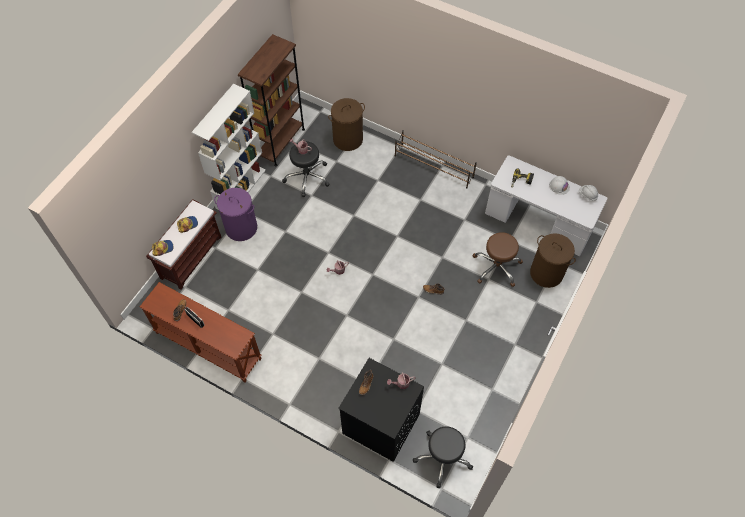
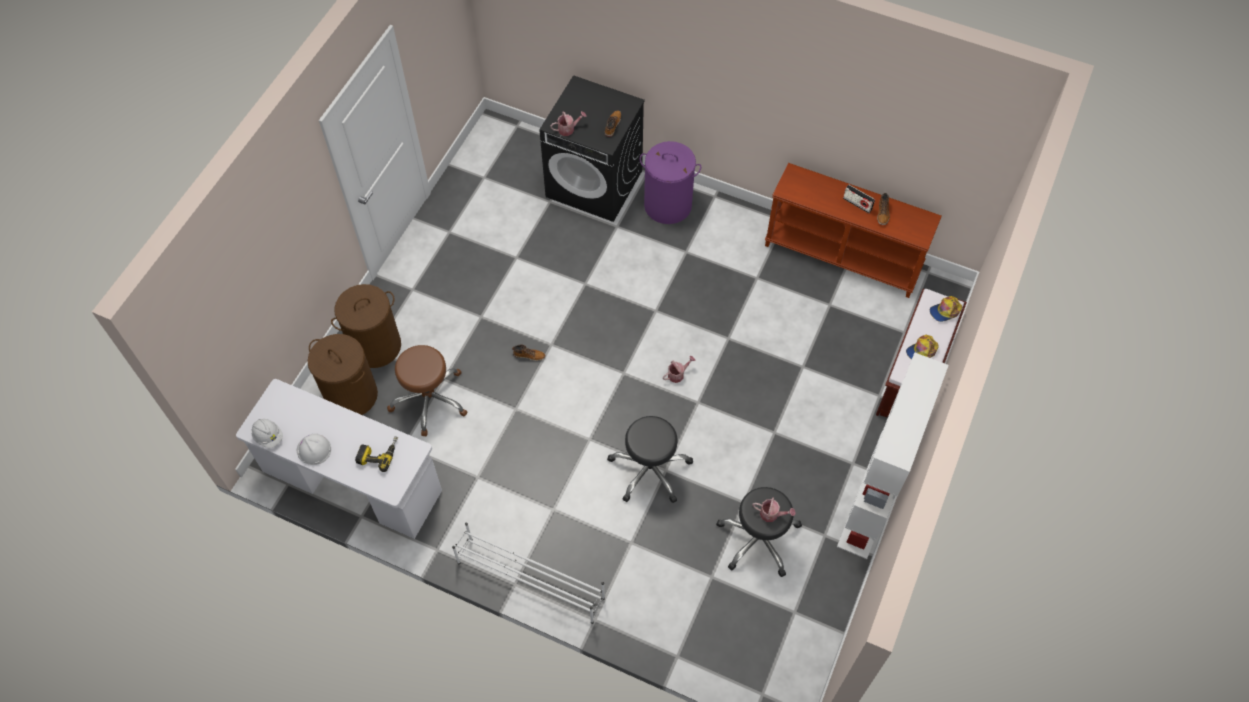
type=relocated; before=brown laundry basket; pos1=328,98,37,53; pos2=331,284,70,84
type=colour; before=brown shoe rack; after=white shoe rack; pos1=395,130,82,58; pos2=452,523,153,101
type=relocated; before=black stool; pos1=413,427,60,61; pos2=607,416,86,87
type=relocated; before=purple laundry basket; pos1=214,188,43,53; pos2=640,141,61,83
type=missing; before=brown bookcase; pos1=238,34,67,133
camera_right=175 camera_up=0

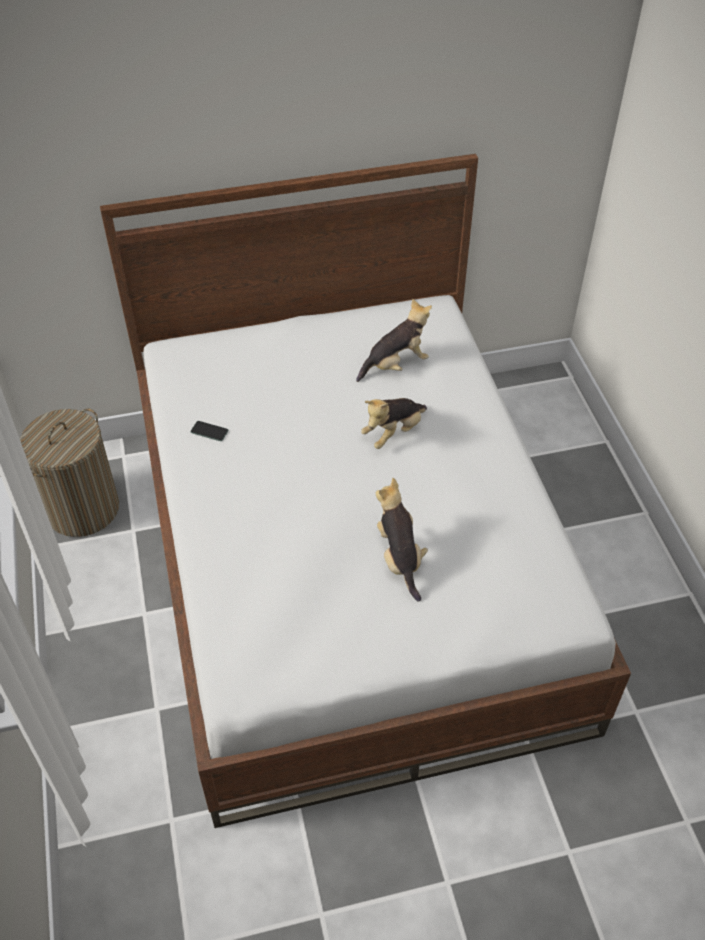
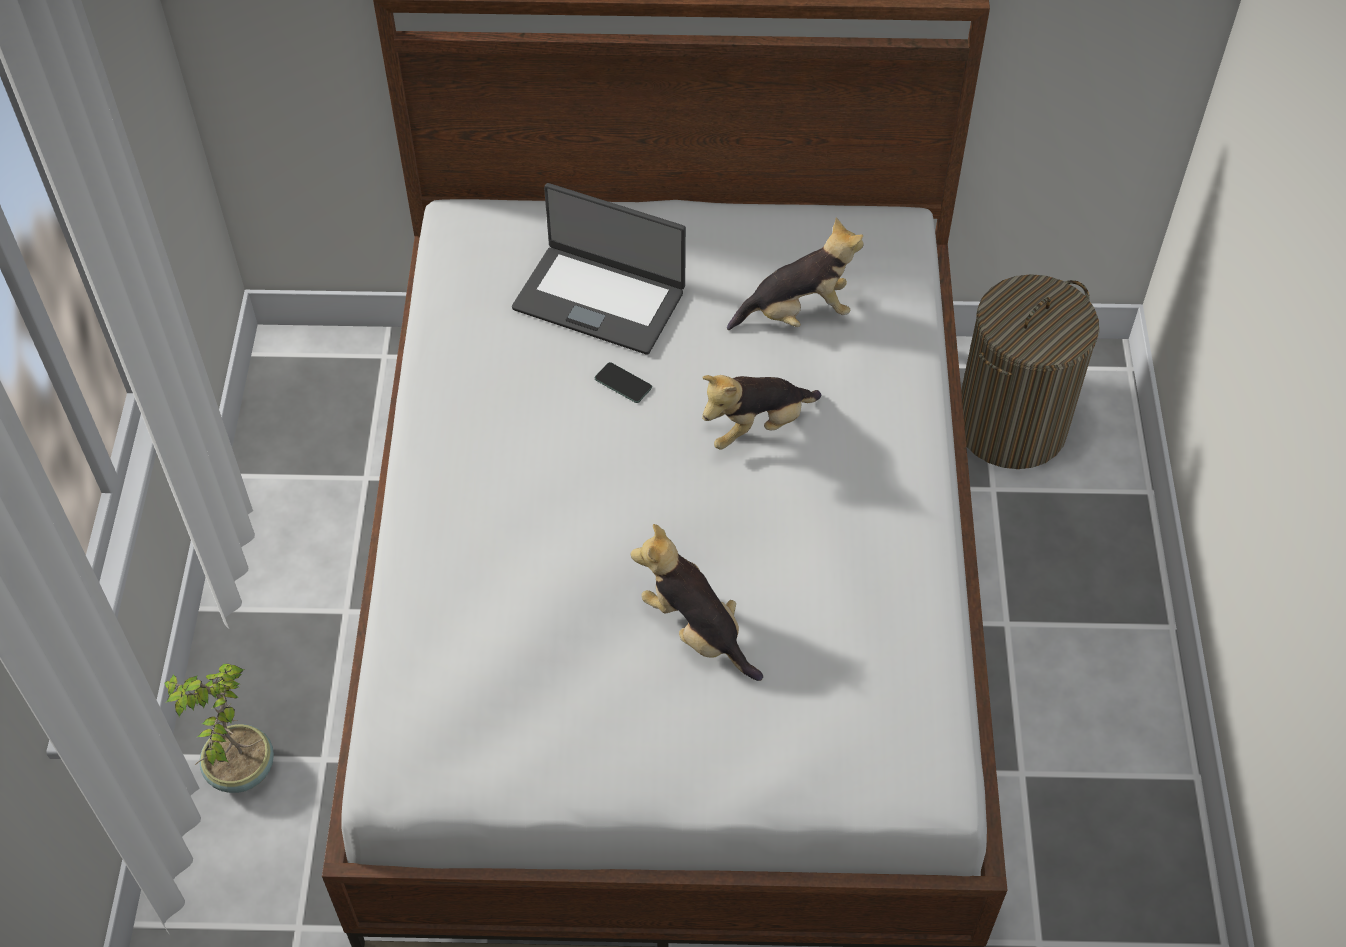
type=appeared; after=potted plant; pos2=165,664,109,129
type=appeared; after=laptop; pos2=512,183,174,172
type=relocated; before=phone; pos1=191,421,37,20; pos2=595,362,57,41
type=spun; before=plush toy; pos1=375,478,53,124; pos2=630,524,133,157; turn=-45
type=relocated; before=laundry basket; pos1=20,409,99,128; pos2=961,274,138,195
camera_right=15 camera_up=5

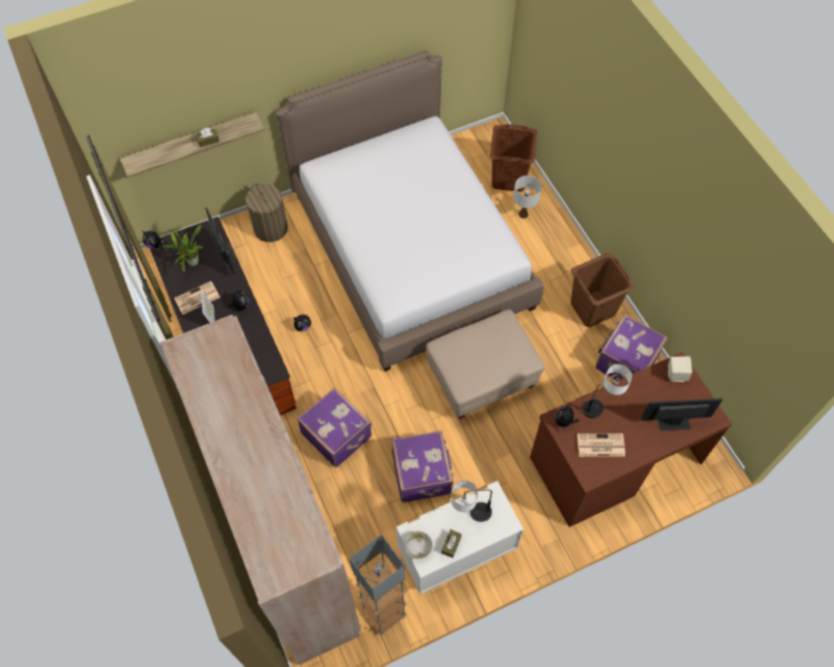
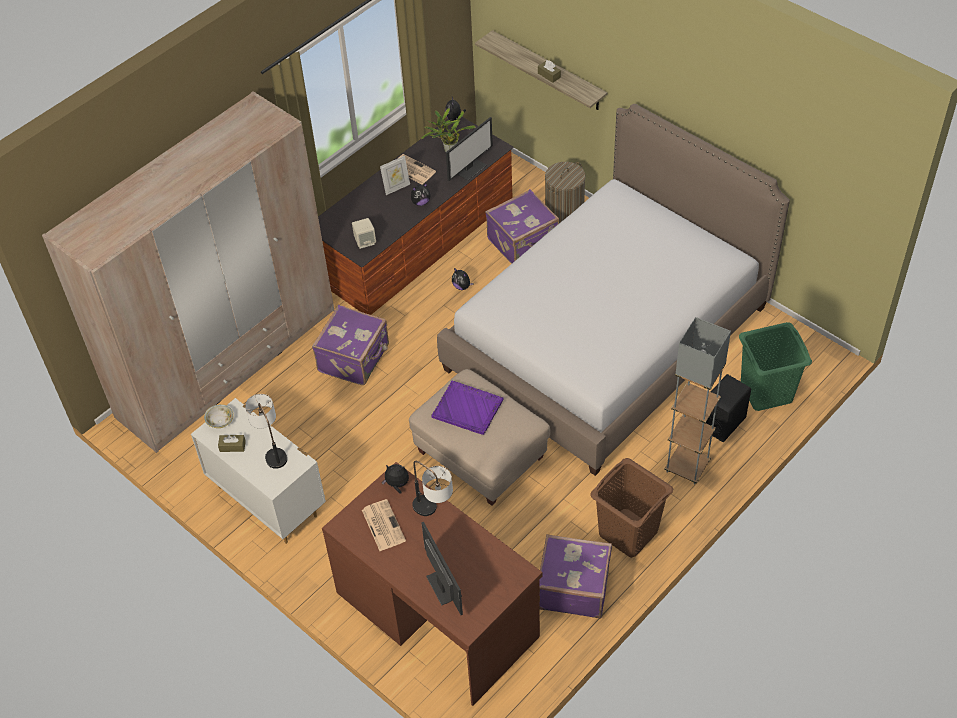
type=relocated; before=beige speaker; pos1=668,356,24,26; pos2=352,218,24,31
type=appeared; after=purple tray; pos2=431,381,72,54
type=relocated; before=purple suitcase; pos1=392,430,62,73; pos2=485,189,74,75
type=relocated; before=grey floor lamp; pos1=349,535,58,101; pos2=664,317,67,168
type=exchanged; before=white table lamp; after=black speaker; pos1=513,176,29,42; pos2=706,374,45,68
type=colour; before=brown laundry basket; after=green laundry basket; pos1=490,124,47,68; pos2=739,322,73,89
camera_right=70 camera_up=-10

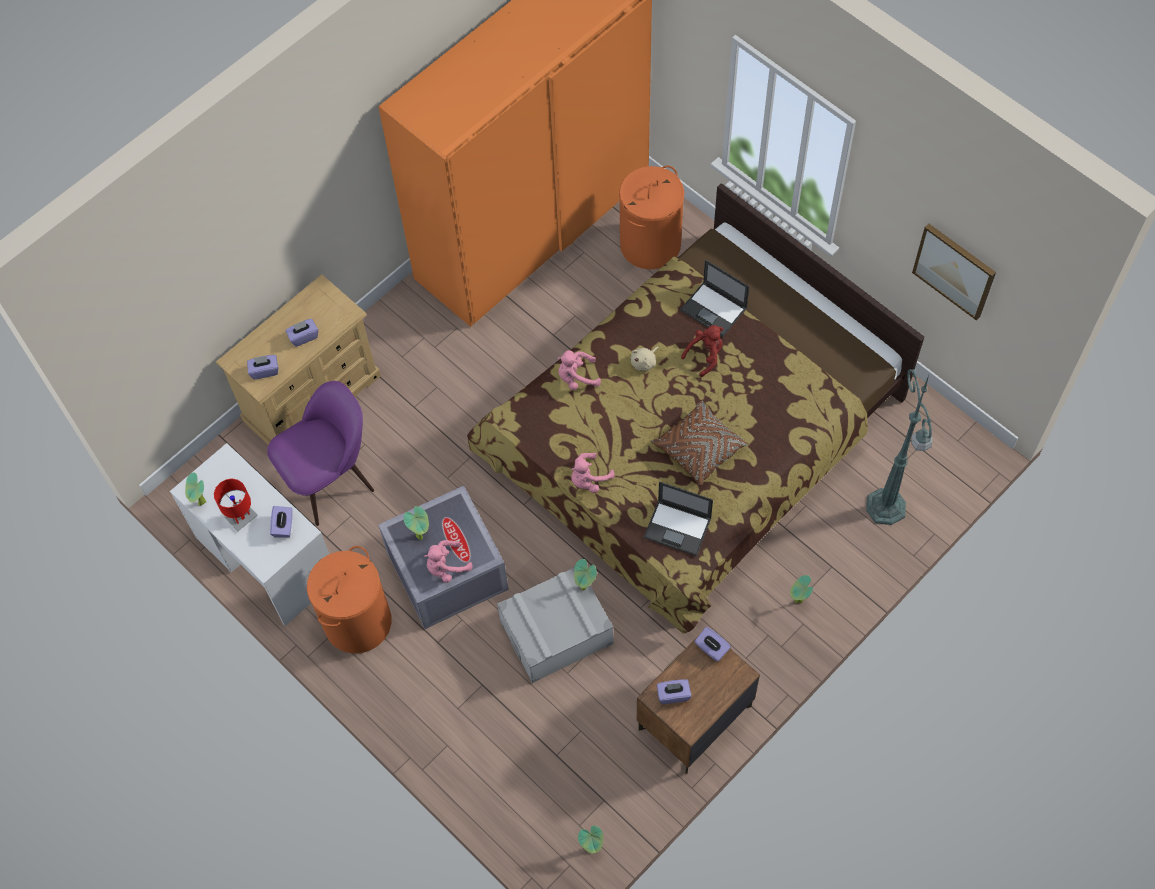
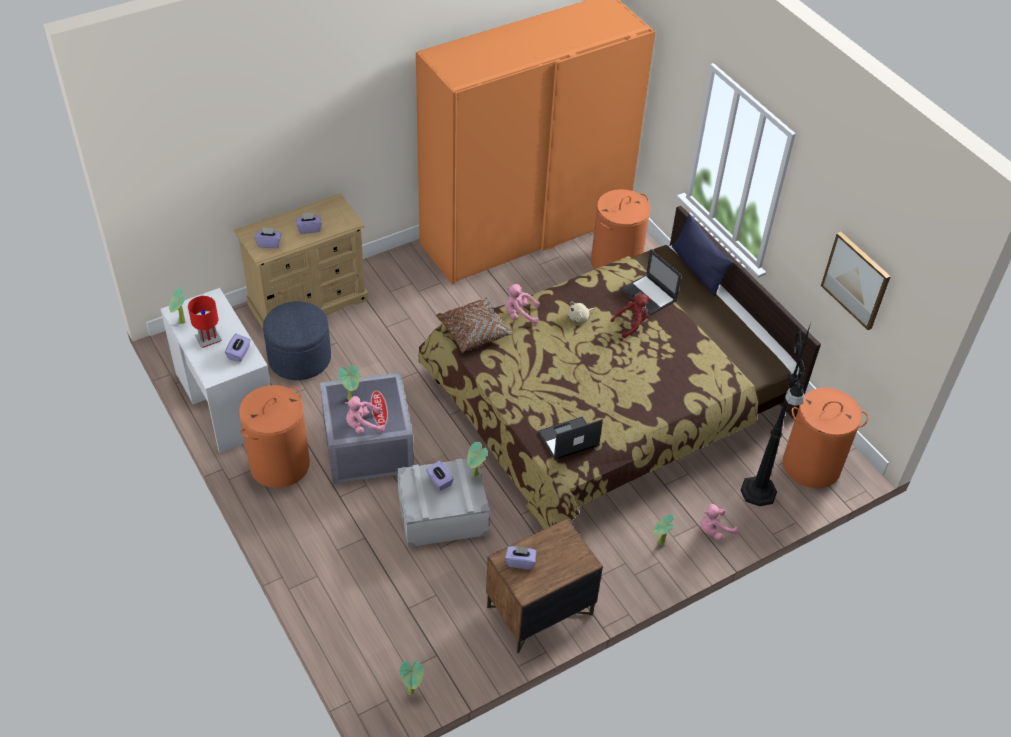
type=exchanged; before=purple chair; after=blue ottoman; pos1=267,381,107,145; pos2=263,301,68,79
type=relocated; before=purple tissue box; pos1=695,627,36,34; pos2=426,461,27,30
type=relocated; before=brown pillow; pos1=651,400,98,86; pos2=436,297,77,56
type=spun; before=laptop; pos1=644,482,69,74; pos2=538,416,65,44; turn=120
type=appeared; after=blue pillow; pos2=672,214,61,82
type=relocated; before=pink plush toy; pos1=571,453,44,40; pos2=700,504,38,37
type=colour; before=green floor lamp; after=black floor lamp; pos1=866,369,66,156; pos2=741,323,70,183
type=appeared; after=orange laundry basket; pos2=783,388,85,100
camera_right=10 camera_up=-15

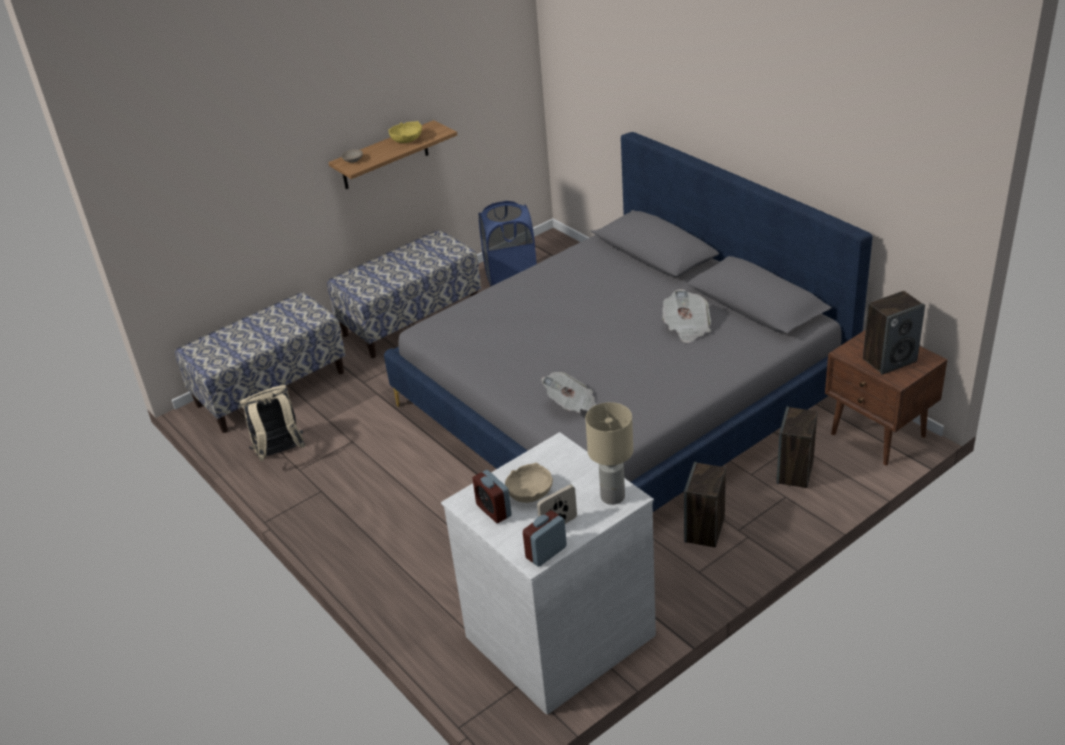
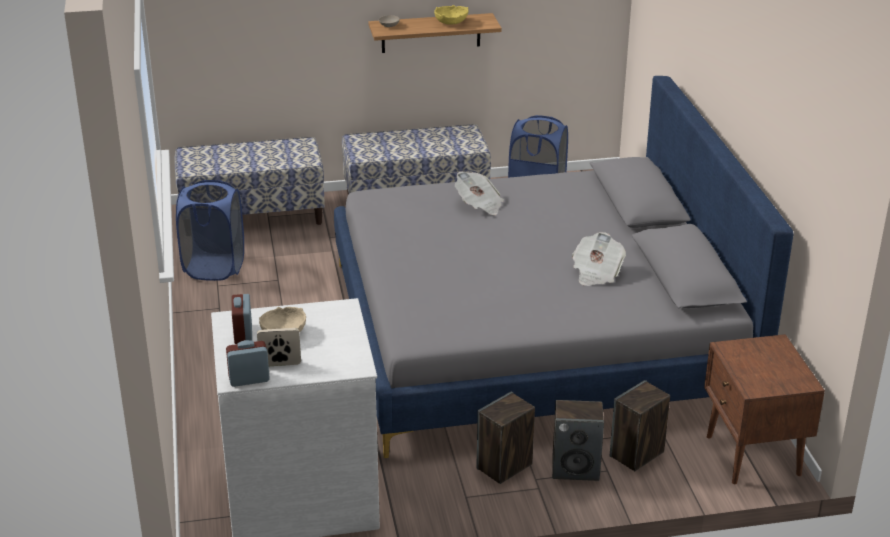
type=exchanged; before=beige backpack; after=blue laundry basket; pos1=240,385,66,76; pos2=176,180,68,101
type=relocated; before=newspaper; pos1=541,372,55,41; pos2=454,171,50,44
type=relocated; before=speaker; pos1=863,291,62,84; pos2=552,400,52,81
type=missing; before=beige table lamp; pos1=585,402,48,103
camera_right=25 camera_up=-5

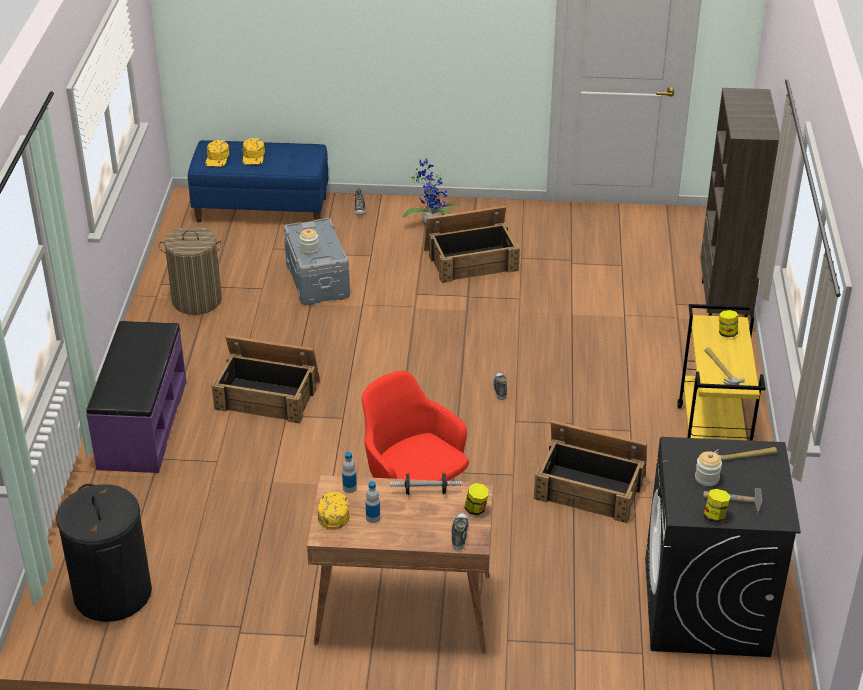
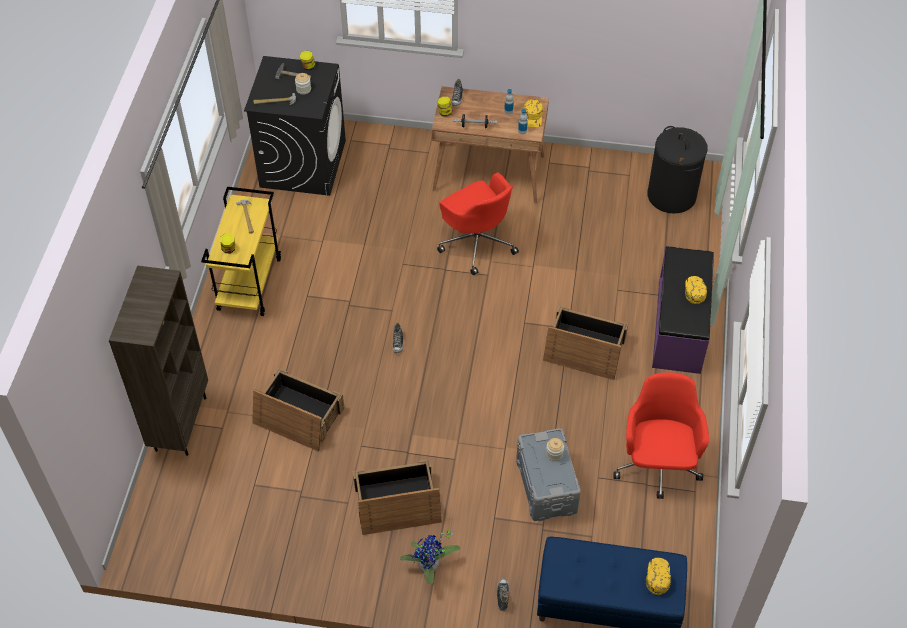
type=relocated; before=crate; pos1=534,420,113,103; pos2=252,368,92,84
type=exchanged; before=laundry basket; after=red office chair; pos1=158,226,64,89; pos2=613,372,96,127
type=relocated; before=yellow cap; pos1=242,138,23,26; pos2=685,276,22,28
camera_right=-175 camera_up=15

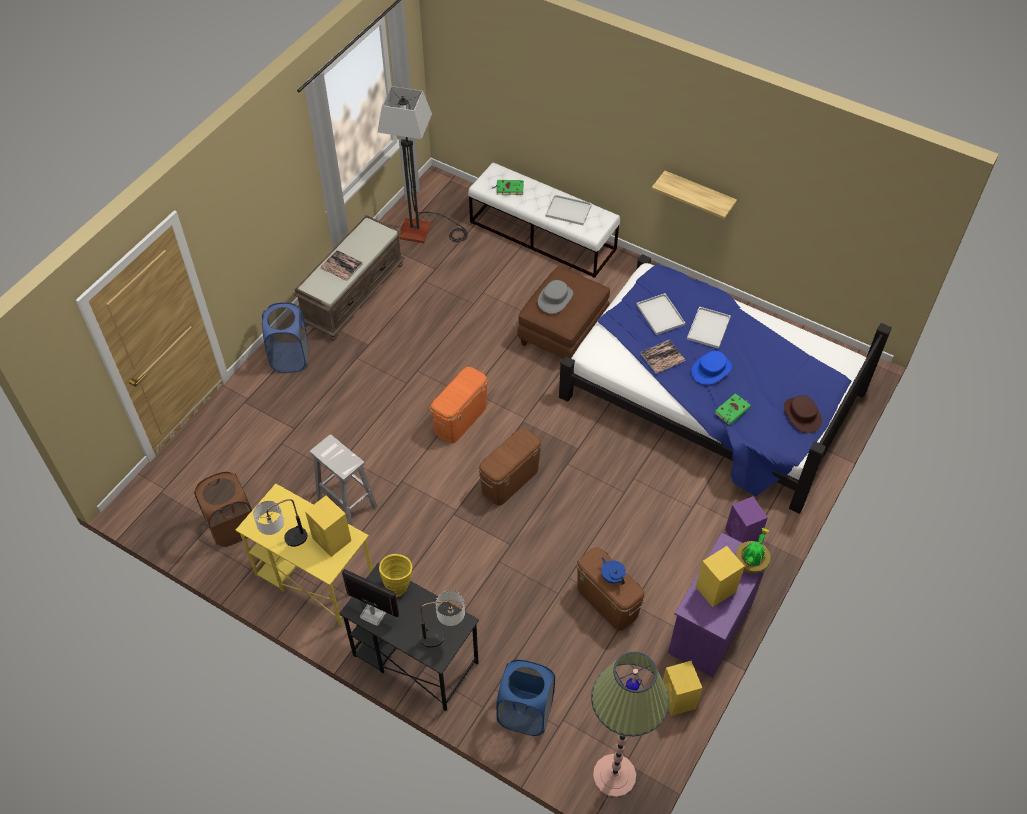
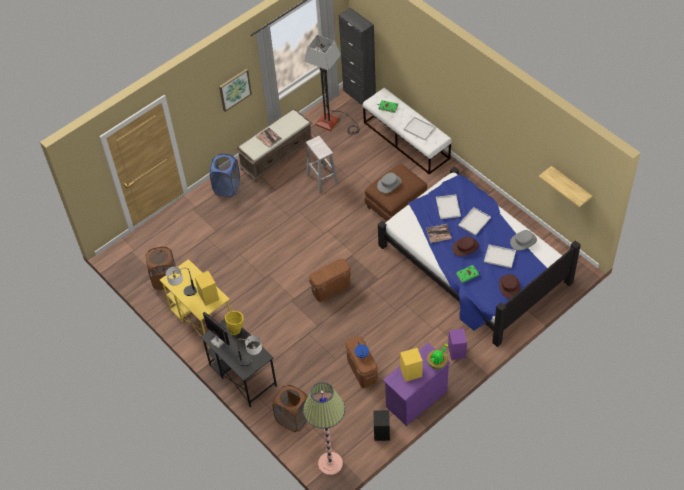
type=appeared; after=picture; pos2=219,69,33,43
type=colour; before=blue laundry basket; after=brown laundry basket; pos1=496,660,59,76; pos2=272,385,36,47
type=relocated; before=white stool; pos1=310,434,67,92; pos2=306,136,32,57
type=appeared; after=black cabinet; pos2=339,7,37,99
type=colour; before=yellow speaker; after=black speaker; pos1=663,661,39,55; pos2=374,410,16,31
type=colour; before=blue hat; after=brown hat; pos1=691,351,41,34; pos2=452,236,27,20
type=appeared; after=white tray; pos2=484,245,32,23
type=appeared; after=grey hat; pos2=510,230,27,20
type=relocated; before=shelf; pos1=652,171,85,48; pos2=539,166,53,42
type=missing; before=orange storage box; pos1=430,367,58,76
camera_right=20 camera_up=0

